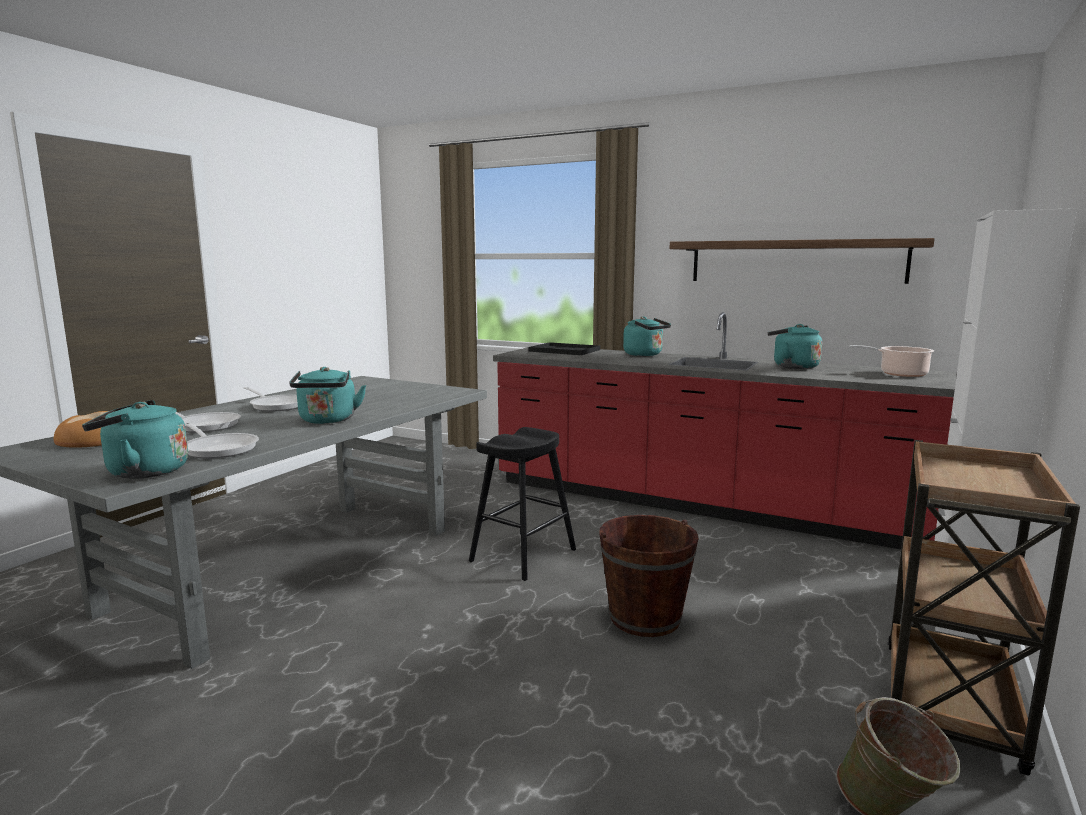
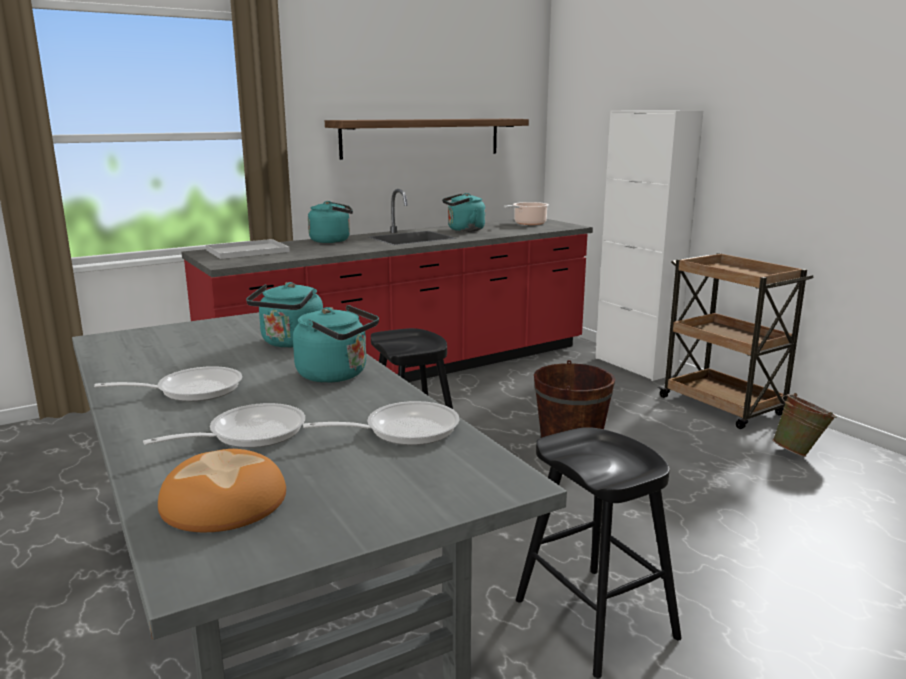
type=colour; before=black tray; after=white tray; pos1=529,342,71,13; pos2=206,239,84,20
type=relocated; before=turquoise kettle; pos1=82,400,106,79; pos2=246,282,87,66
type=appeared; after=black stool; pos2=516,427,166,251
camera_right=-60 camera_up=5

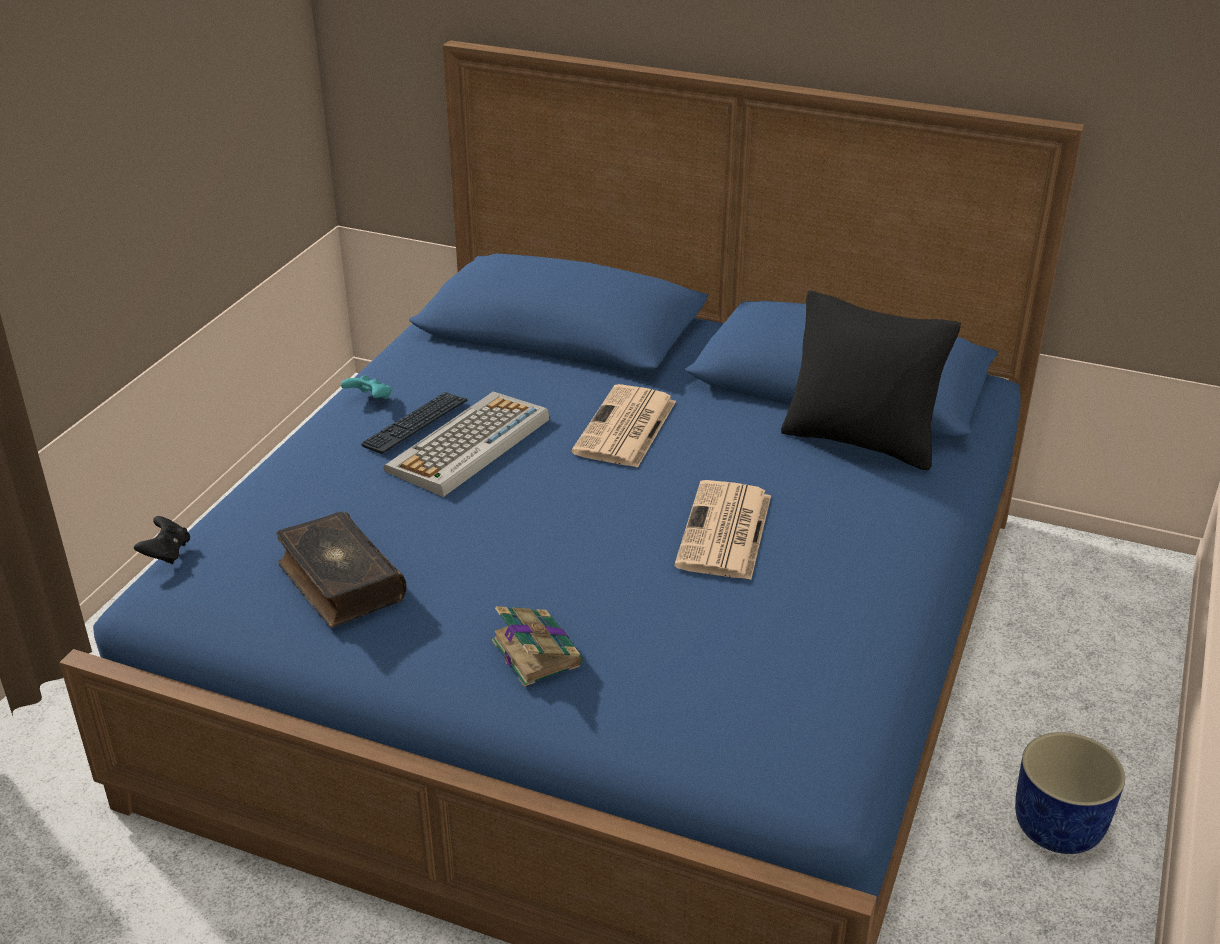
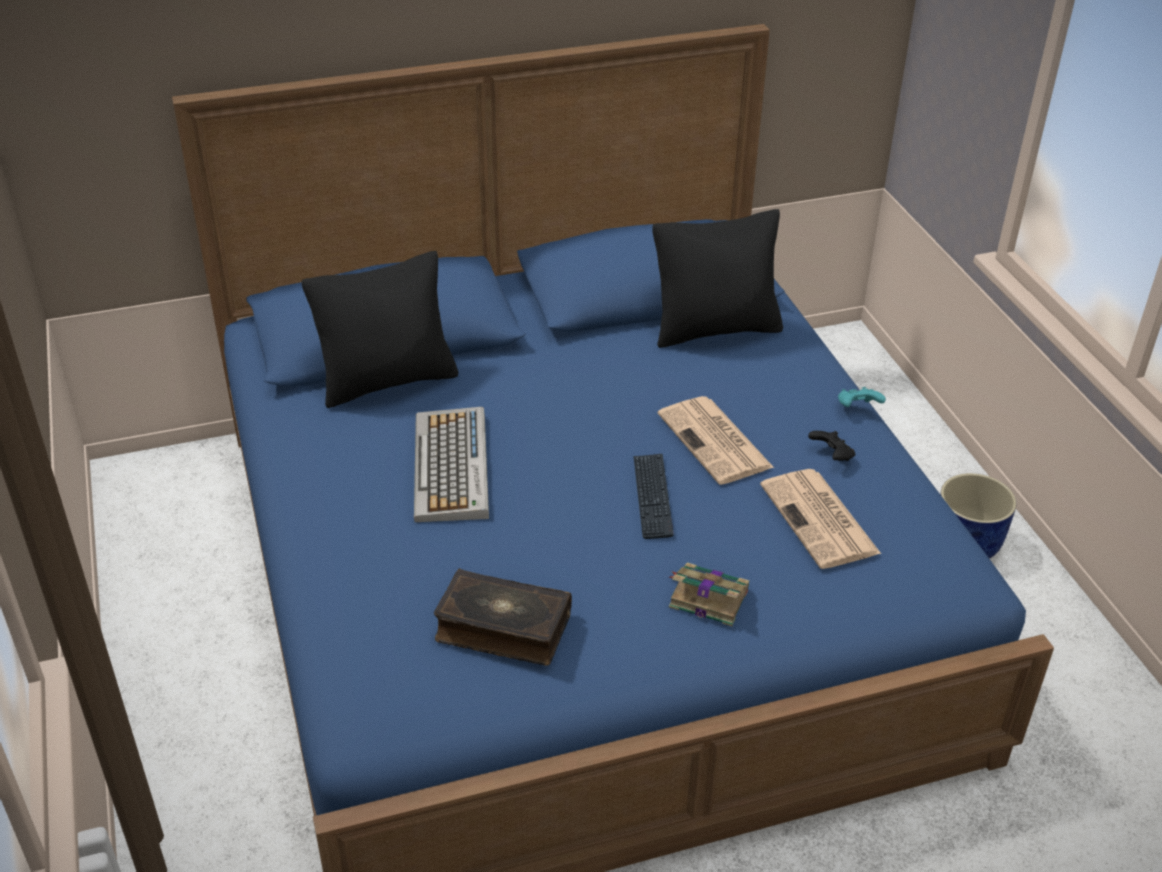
type=appeared; after=black pillow; pos2=302,251,157,157
type=relocated; before=keyboard; pos1=361,392,106,62; pos2=633,454,41,85
type=relocated; before=newspaper; pos1=572,384,104,84; pos2=760,469,121,100
type=relocated; before=black game controller; pos1=134,516,56,48; pos2=808,431,48,30
type=relocated; before=turquoise game controller; pos1=341,375,51,24; pos2=838,387,48,20
camera_right=-40 camera_up=5

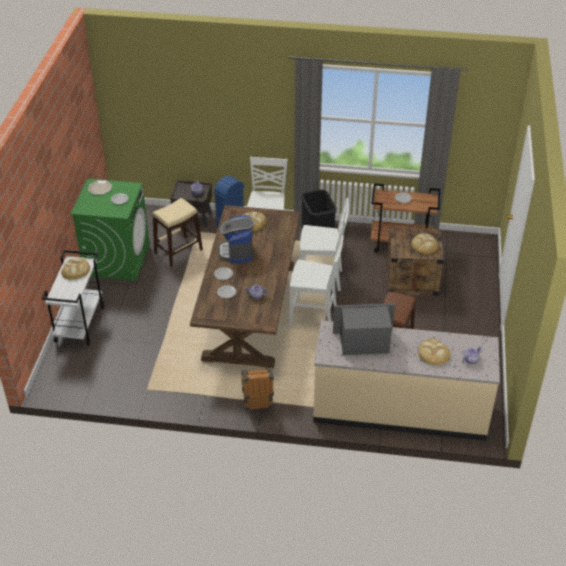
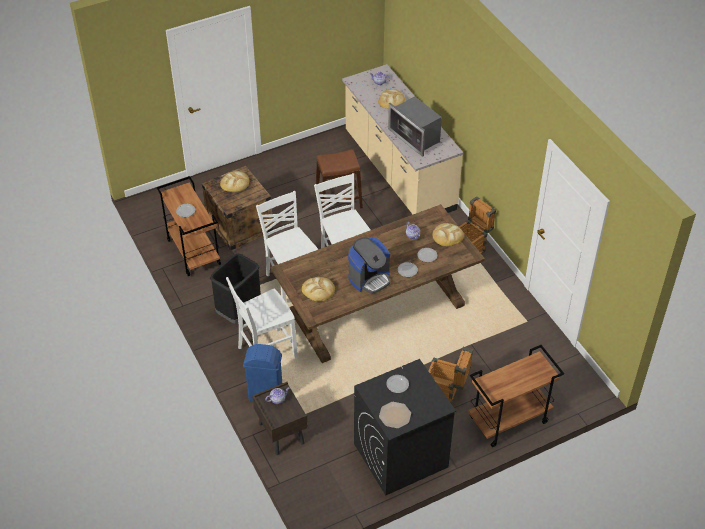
type=colour; before=green washing machine; after=black washing machine; pos1=71,179,79,102; pos2=354,359,102,136
type=appeared; after=crate; pos2=429,347,44,57
type=relocated; before=bread; pos1=61,258,29,22; pos2=432,223,32,23
type=colour; before=white cart; after=brown cart; pos1=41,250,63,96; pos2=468,345,96,102
type=missing; before=beige stool; pos1=153,198,50,69
camera_right=-125 camera_up=5

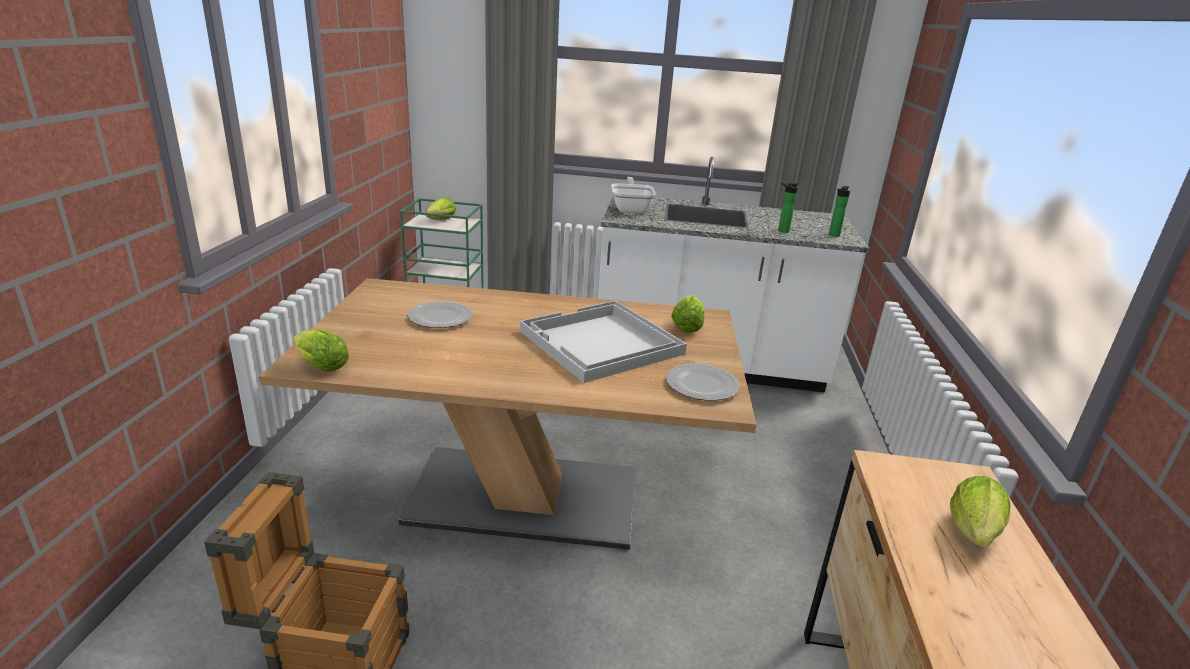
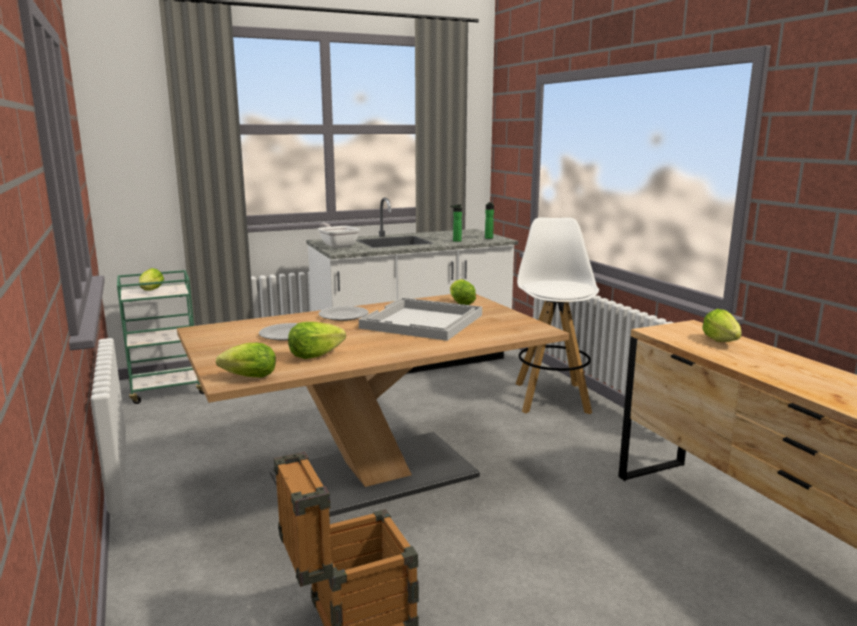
type=appeared; after=lettuce; pos2=288,322,58,37
type=relocated; before=plate; pos1=666,363,73,38; pos2=318,306,51,15
type=appeared; after=white stool; pos2=516,217,83,198
camera_right=-30 camera_up=-10

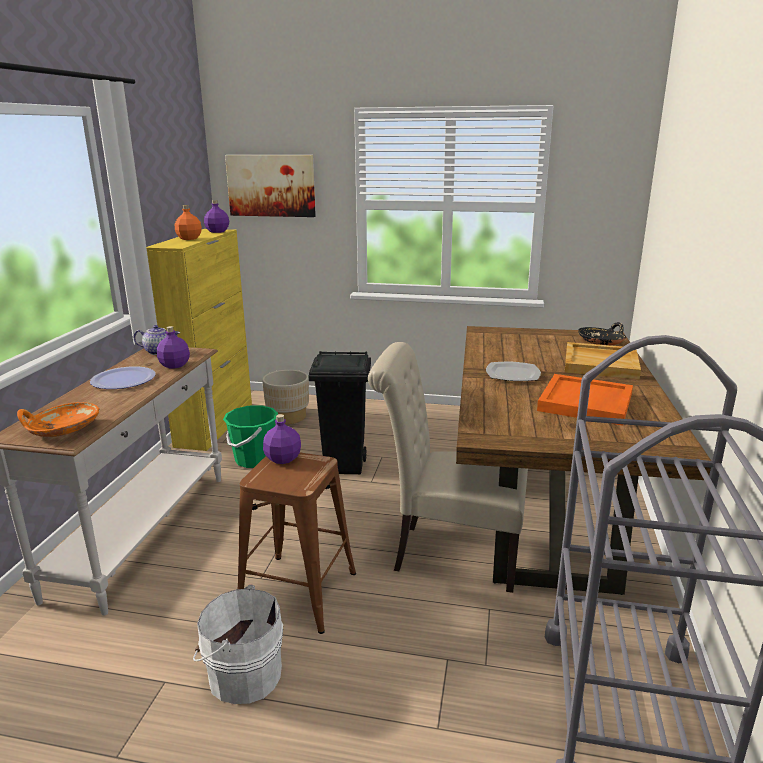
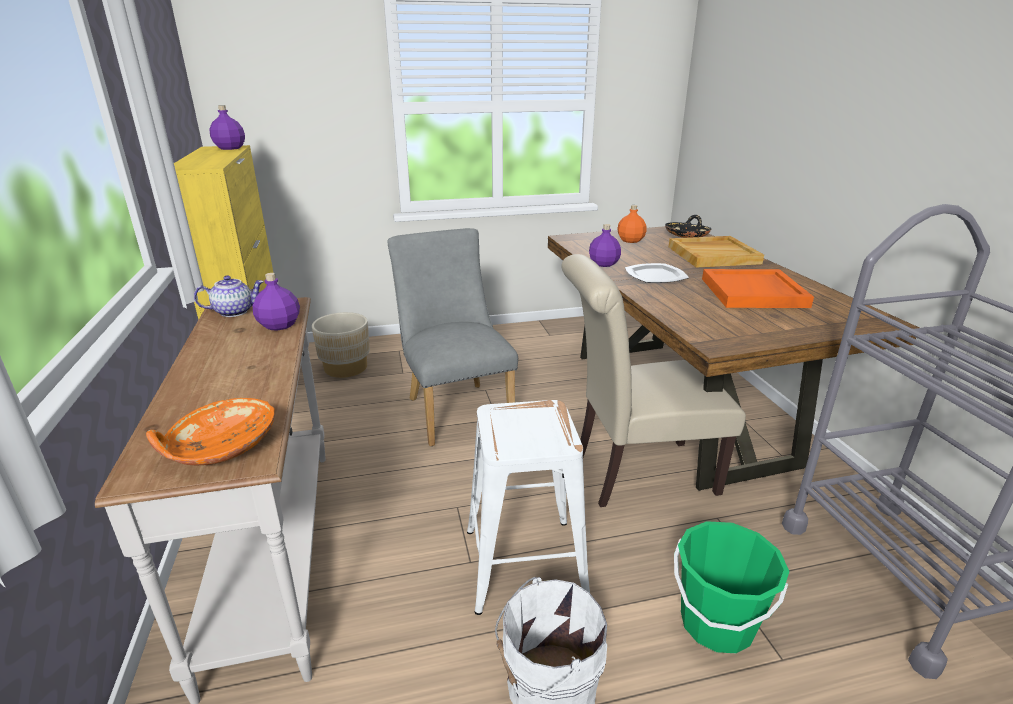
type=exchanged; before=black trash can; after=grey chair; pos1=309,351,62,123; pos2=387,228,131,218
type=colour; before=brown stool; after=white stool; pos1=237,452,119,182; pos2=467,400,123,215
type=relocated; before=purple bottle; pos1=263,414,38,50; pos2=589,224,32,43
type=relocated; before=orange bottle; pos1=175,205,27,35; pos2=617,205,30,38
type=relocated; before=green bucket; pos1=223,405,55,63; pos2=674,521,116,132
type=missing; before=plate; pos1=90,366,66,23
type=missing; before=picture; pos1=225,155,91,62
camera_right=-25 camera_up=5

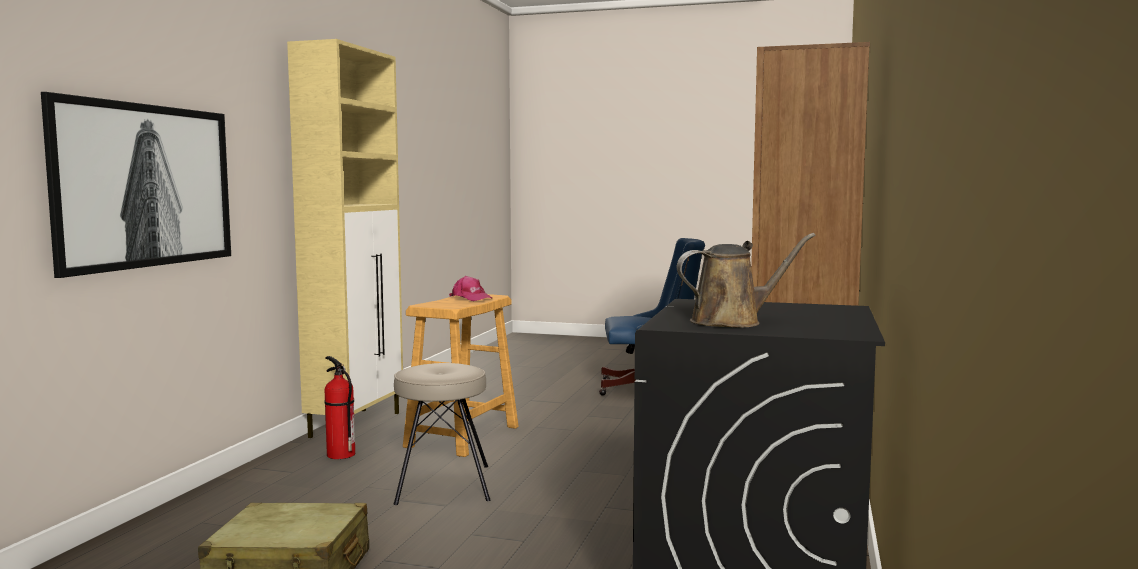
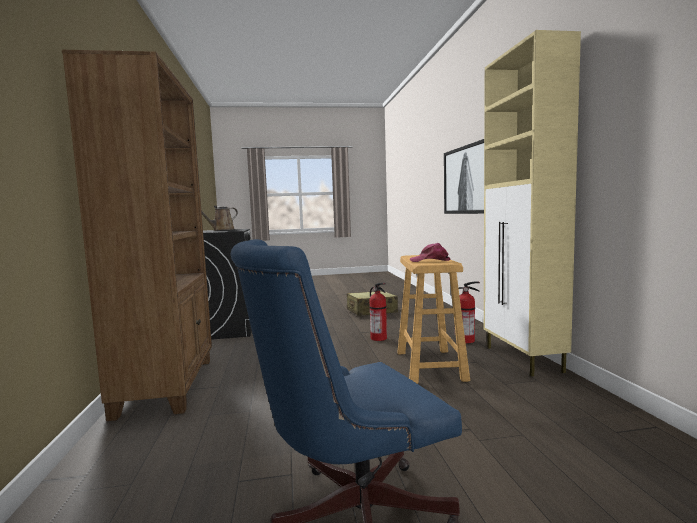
type=exchanged; before=beige stool; after=fire extinguisher; pos1=394,363,96,142; pos2=369,283,18,58
camera_right=155 camera_up=0

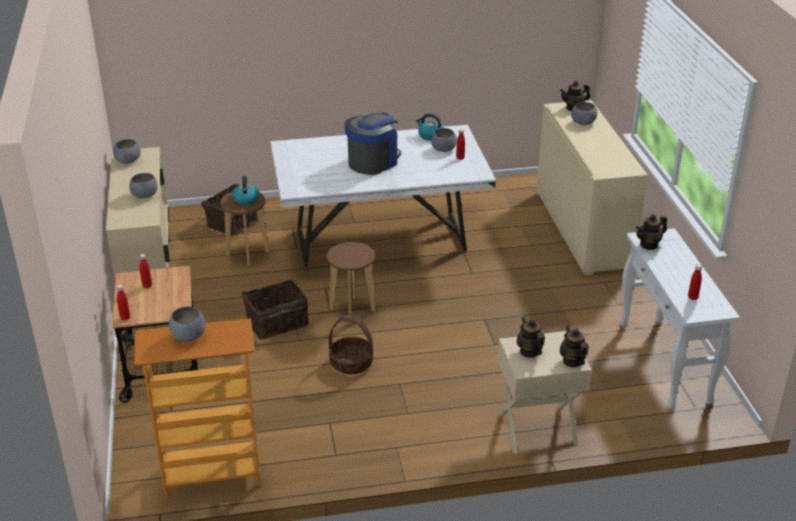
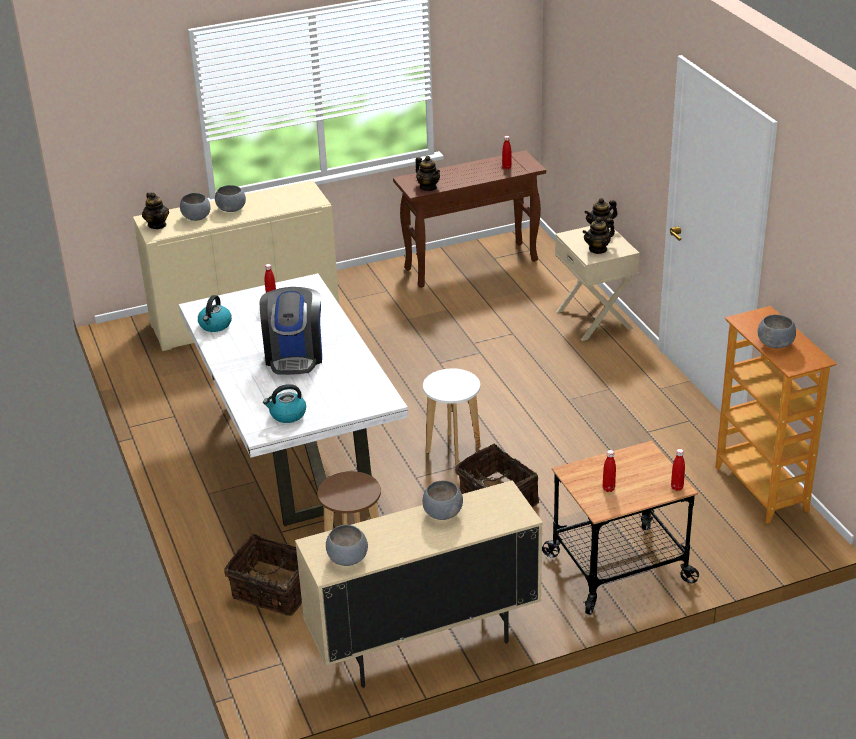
type=relocated; before=grey bowl; pos1=431,128,26,24; pos2=215,185,31,27
type=spun; before=coffee machine; pos1=344,112,57,63; pos2=260,287,62,88; turn=-120
type=relocated; before=kettle; pos1=232,176,27,29; pos2=263,384,43,39
type=colour; before=white console table; after=brown console table; pos1=620,228,120,181; pos2=393,150,153,138
type=colour; before=brown stool; after=white stool; pos1=327,242,48,82; pos2=423,368,58,97
type=missing; before=basket; pos1=329,315,44,59
camera_right=-100 camera_up=0

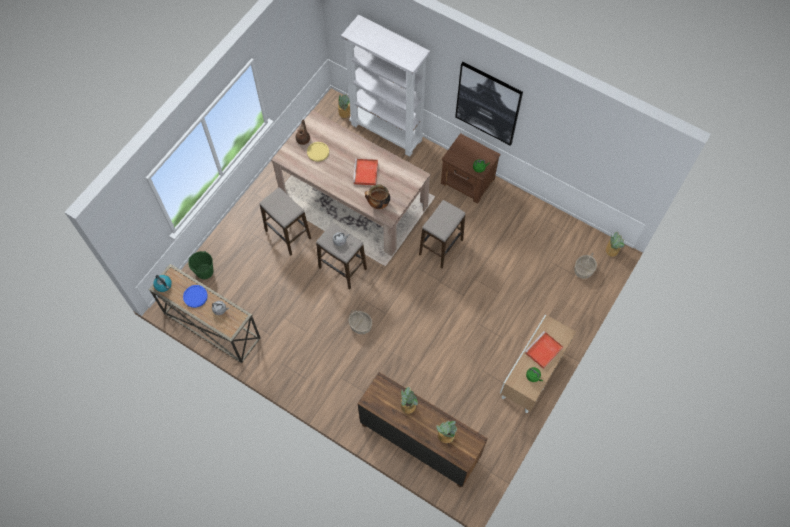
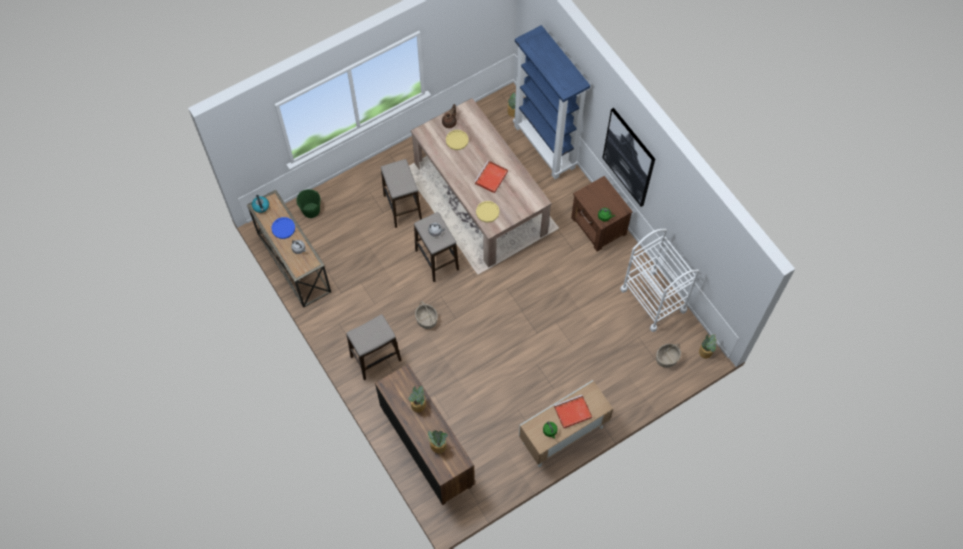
type=relocated; before=stool; pos1=419,200,46,69; pos2=346,314,56,66
type=exchanged; before=cooking pot; after=yellow plate; pos1=365,184,25,25; pos2=476,201,23,21
type=colour; before=white bookcase; after=blue bookcase; pos1=341,15,89,141; pos2=513,25,77,154
type=appeared; after=white cart; pos2=620,229,79,103
camera_right=25 camera_up=0

